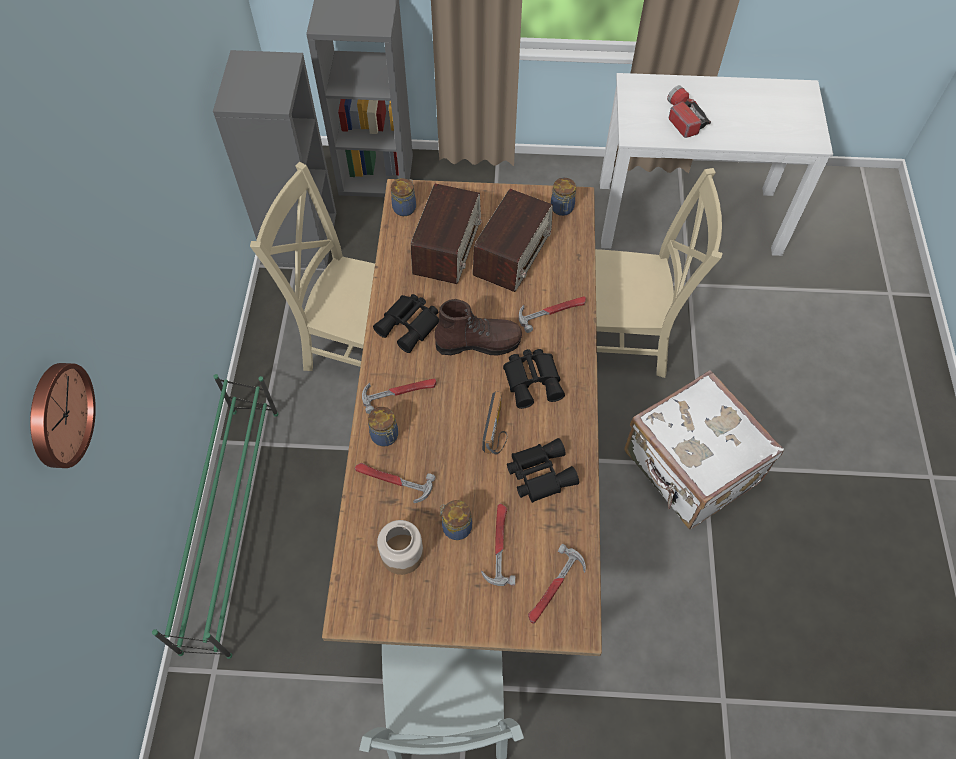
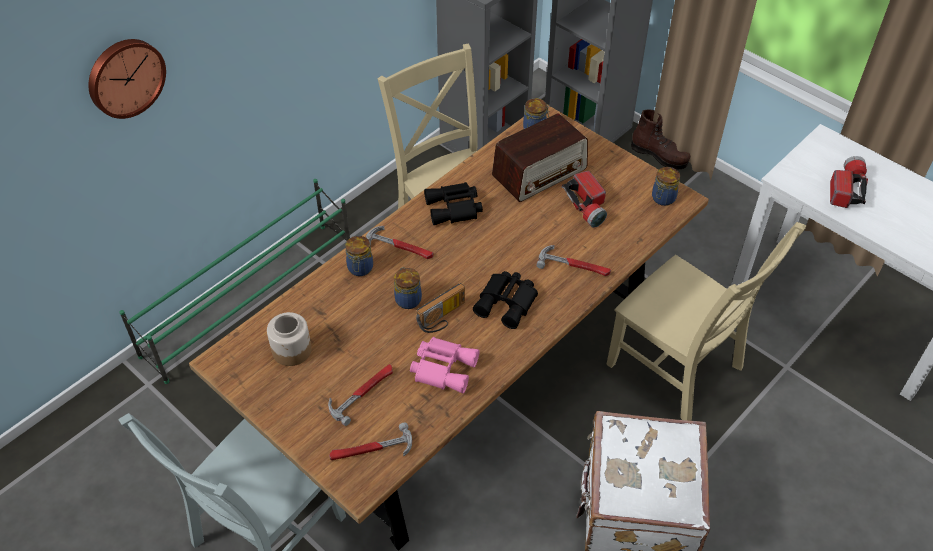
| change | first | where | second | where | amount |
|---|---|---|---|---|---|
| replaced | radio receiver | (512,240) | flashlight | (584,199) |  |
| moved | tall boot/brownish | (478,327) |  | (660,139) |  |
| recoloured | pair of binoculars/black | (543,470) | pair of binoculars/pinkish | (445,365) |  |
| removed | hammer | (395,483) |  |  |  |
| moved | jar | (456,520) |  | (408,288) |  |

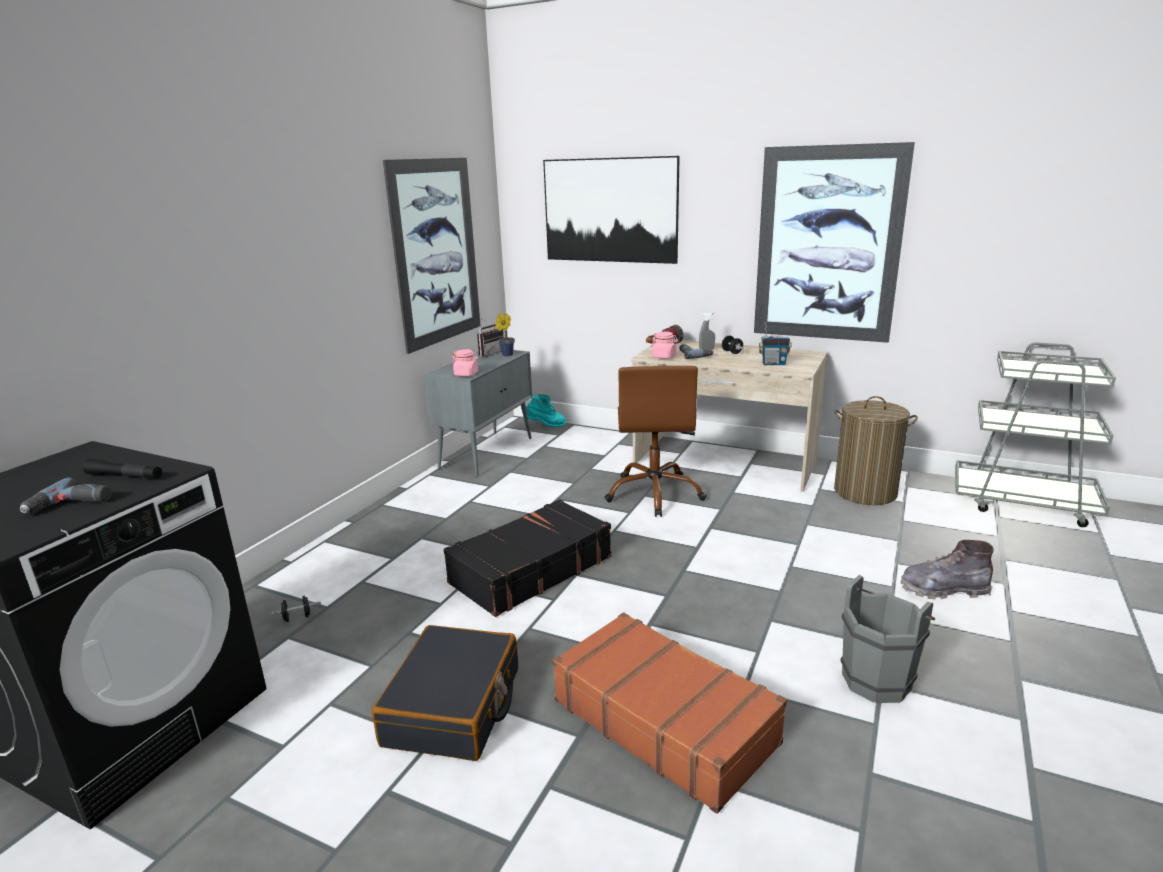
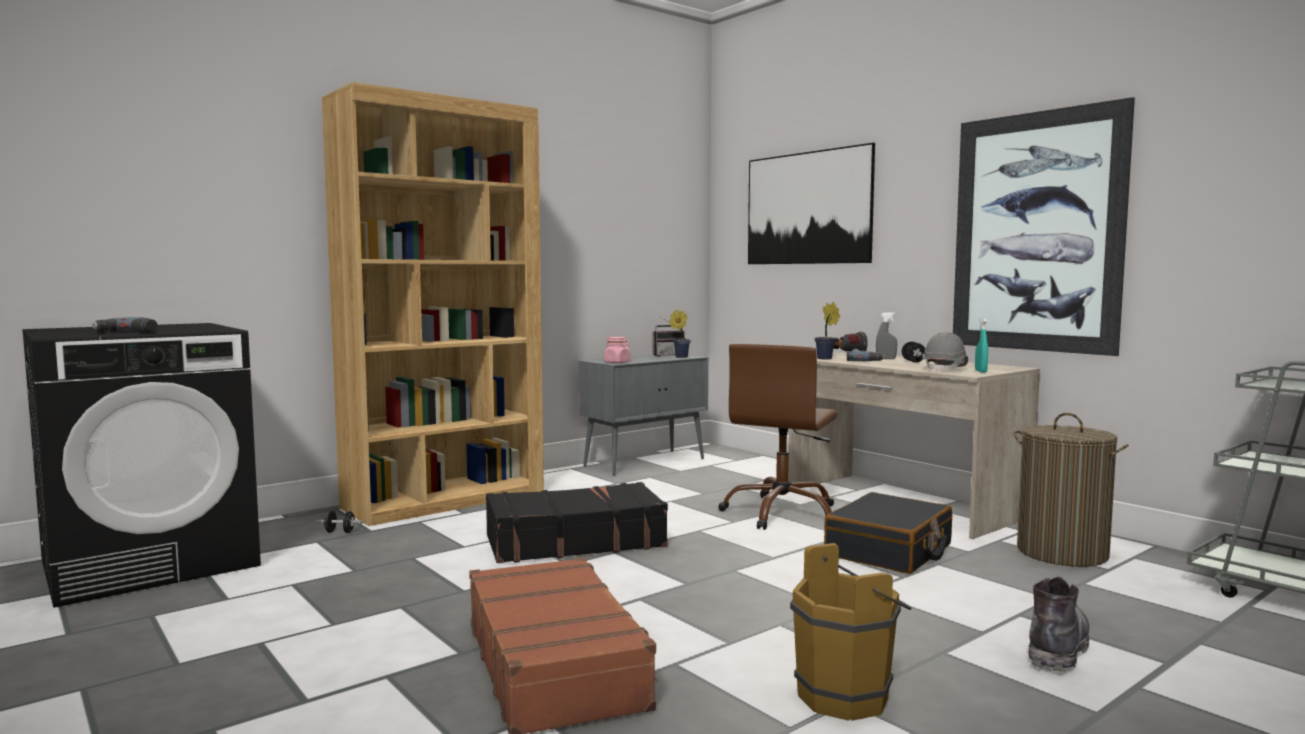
| change | first | where | second | where | amount |
|---|---|---|---|---|---|
| removed | wall picture | (432,256) |  |  |  |
| replaced | radio receiver | (775,343) | hard hat/greyish | (945,352) |  |
| replaced | jar/pinkish | (664,345) | plant in a pot | (827,330) |  |
| removed | tall boot/turquoise | (546,410) |  |  |  |
| removed | flashlight/black | (122,469) |  |  |  |
| turned | tall boot/greyish | (947,570) |  | (1059,624) | 90 degrees clockwise |
| recoloured | bucket/greyish | (887,639) | bucket/brownish | (851,632) |  |
| moved | travel case/black | (445,693) |  | (888,533) |  |
| added |  |  | shelving unit/brownish | (433,304) |  |
| added |  |  | spray bottle/turquoise | (981,345) |  |

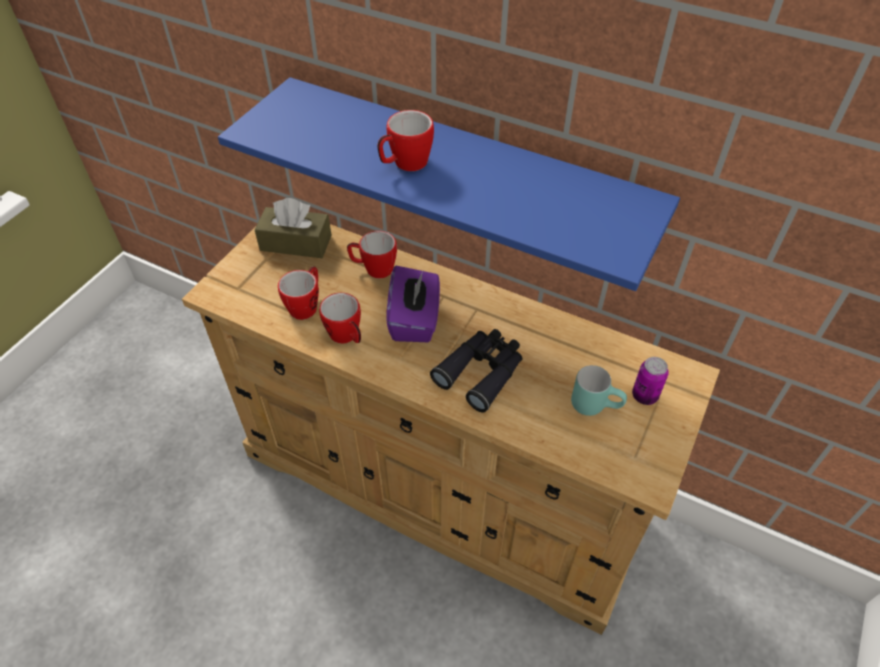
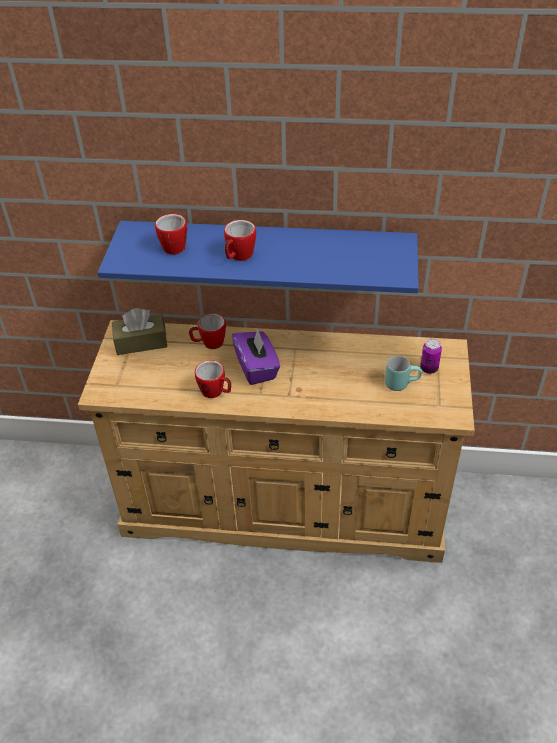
| change | first | where | second | where | amount |
|---|---|---|---|---|---|
| moved | coffee mug | (298,293) |  | (171,233) |  |
| removed | pair of binoculars/black | (476,371) |  |  |  |

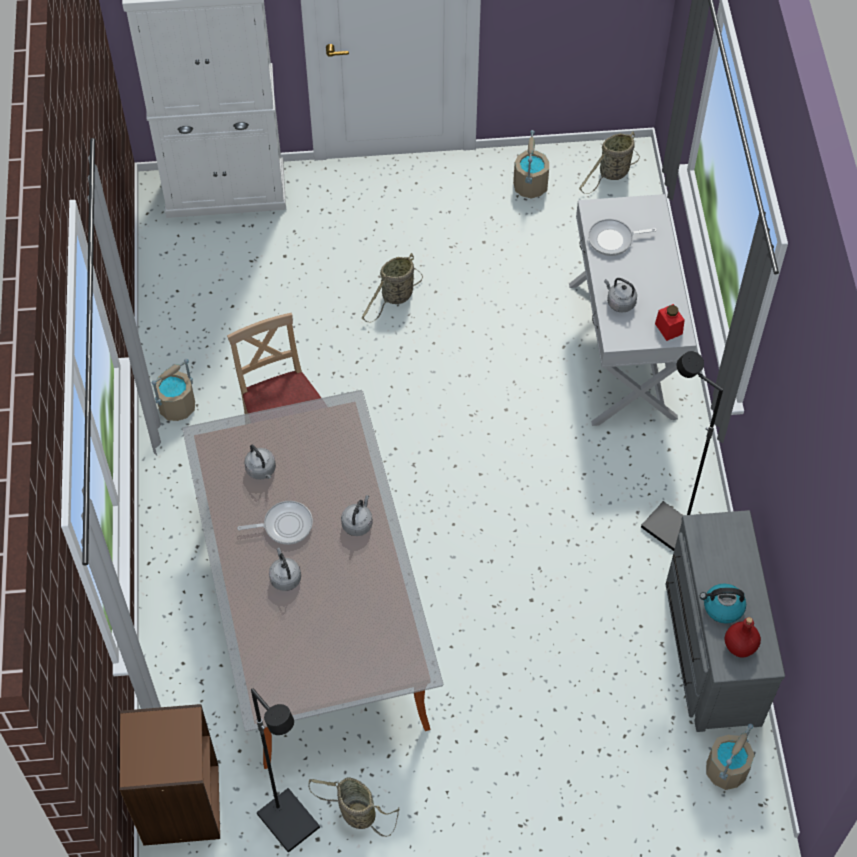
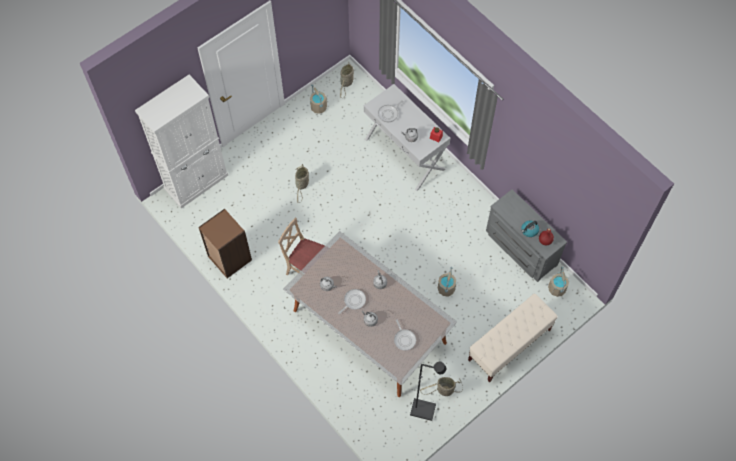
| change | first | where | second | where | amount |
|---|---|---|---|---|---|
| removed | floor lamp/black | (682,451) |  |  |  |
| moved | bucket/beige | (173,390) |  | (447,282) |  |
| moved | shelving unit/brownish | (170,775) |  | (225,243) |  |
| added |  |  | indoor bench/beige | (512,338) |  |
| added |  |  | skillet | (405,335) |  |

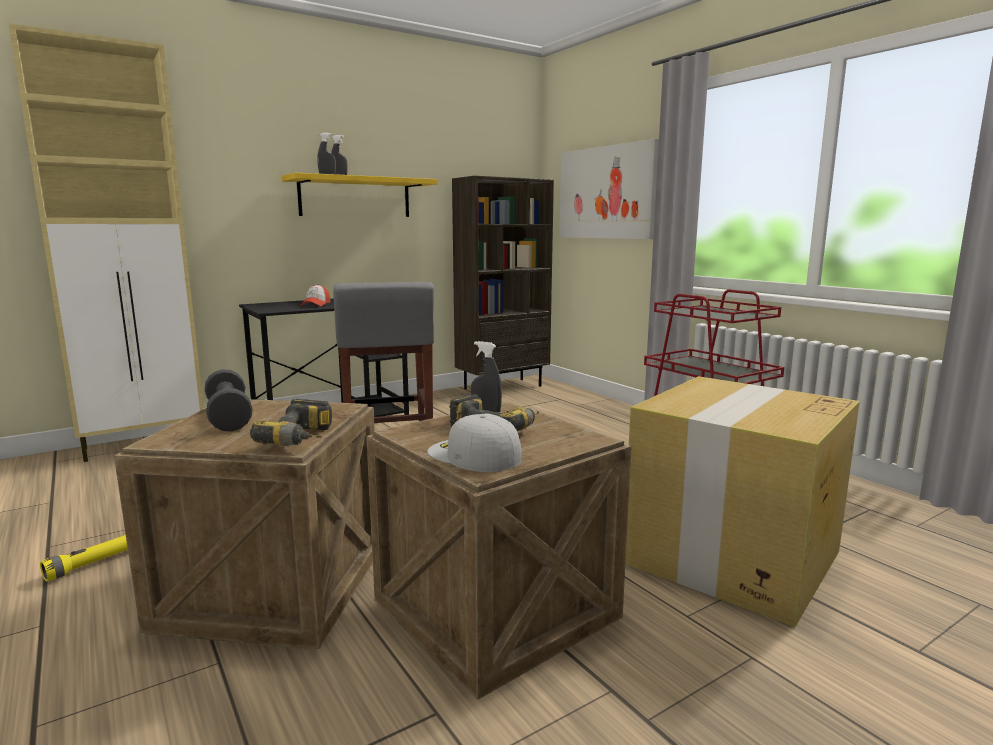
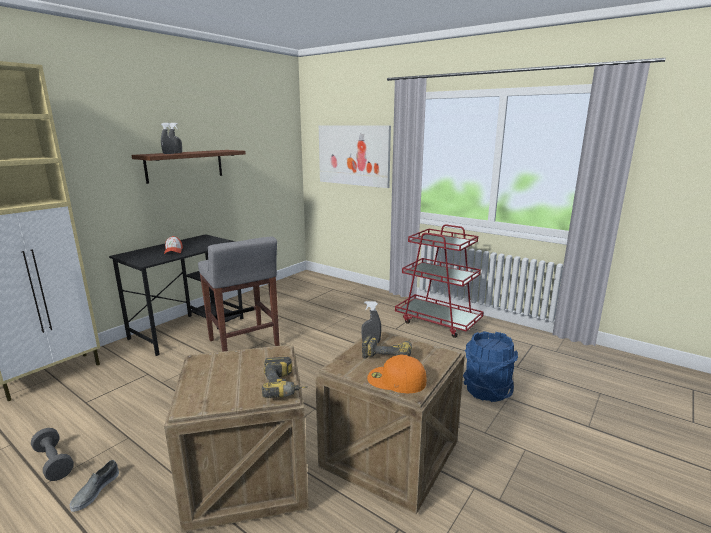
| change | first | where | second | where | amount |
|---|---|---|---|---|---|
| recoloured | shelf/yellowish | (360,195) | shelf/brownish | (188,167) |  |
| removed | shelving unit/brownish | (503,282) |  |  |  |
| moved | free weight/greyish | (229,400) |  | (52,454) |  |
| replaced | packing box | (742,501) | bucket/blue | (490,366) |  |
| recoloured | baseball cap/white-coloured | (474,442) | baseball cap/orangey | (396,374) |  |
| replaced | flashlight/yellowish | (84,558) | item of footwear/greyish | (94,486) |  |

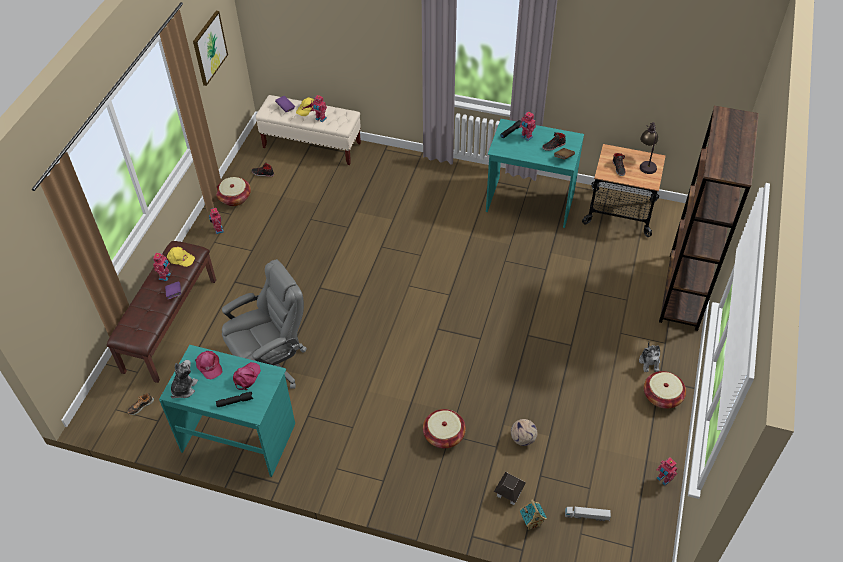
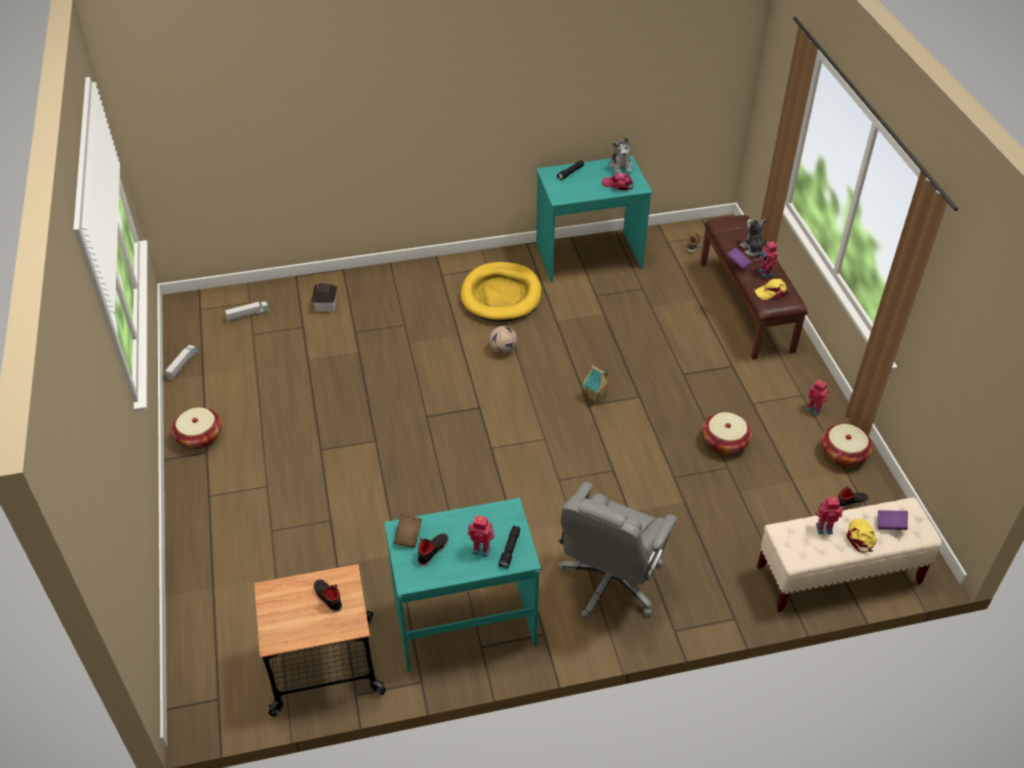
| change | first | where | second | where | amount |
|---|---|---|---|---|---|
| removed | wall picture | (210,48) |  |  |  |
| removed | shelving unit/brownish | (709,218) |  |  |  |
| removed | tabletop lamp | (649,148) |  |  |  |
| moved | computer chair/greyish | (264,324) |  | (617,550) |  |
| moved | cuddly toy | (649,357) |  | (753,237) |  |
| removed | baseball cap/pinkish | (247,376) |  |  |  |
| moved | storage basket | (444,428) |  | (727,433) |  |
| moved | ball for football | (524,432) |  | (503,340) |  |
| replaced | toy robot | (667,472) | toy lorry | (181,362) |  |
| moved | model house | (533,515) |  | (597,384) |  |
| added |  |  | pet bed/yellowish | (501,292) |  |

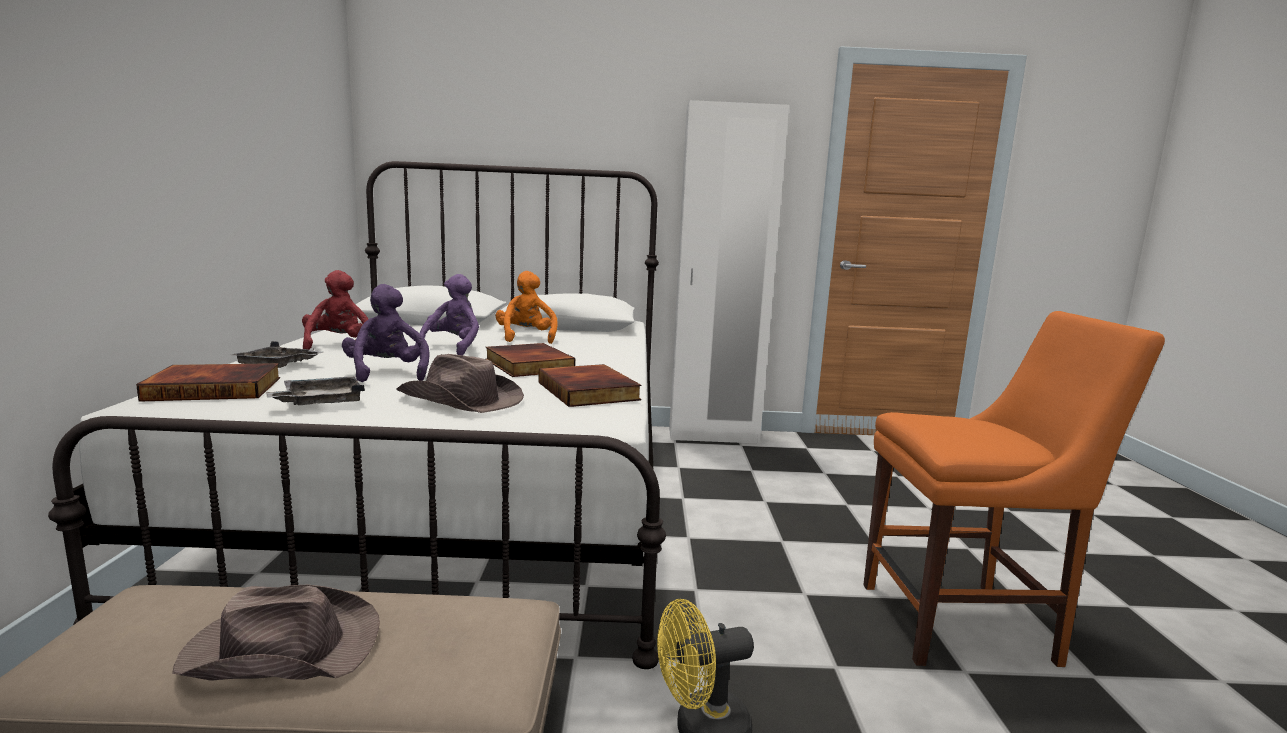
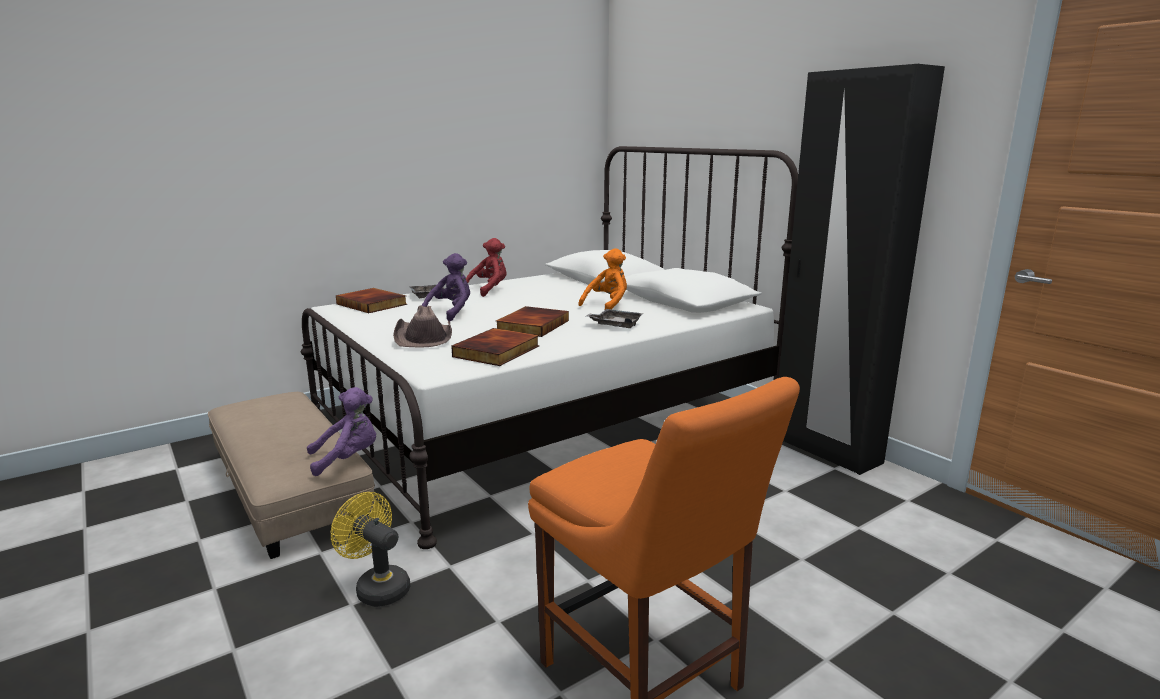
| change | first | where | second | where | amount |
|---|---|---|---|---|---|
| recoloured | armoire/white-coloured | (729,272) | armoire/black | (862,269) |  |
| moved | cuddly toy/purple-coloured | (447,315) |  | (341,431) |  |
| moved | carrying tray/greyish | (315,391) |  | (614,318) |  |
| removed | hat/brownish | (276,633) |  |  |  |

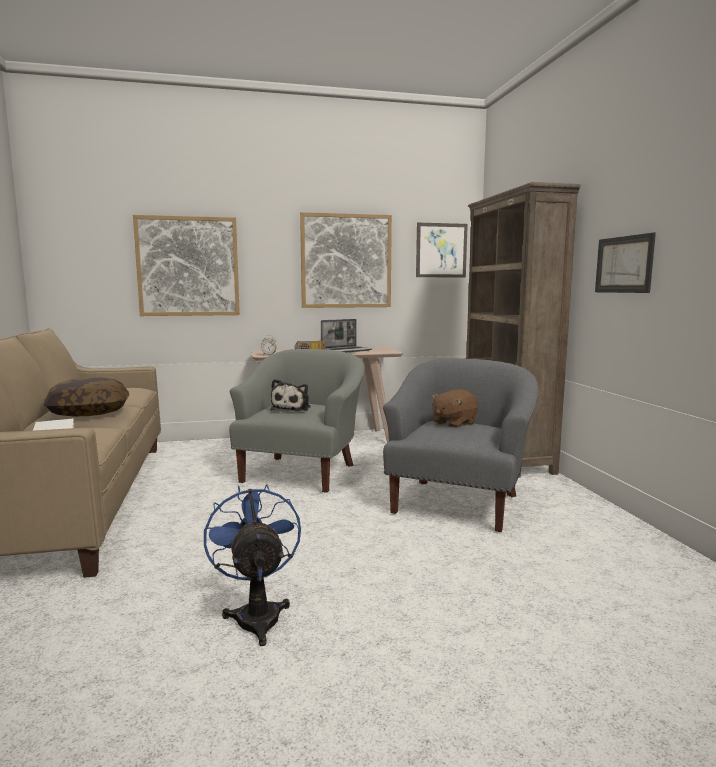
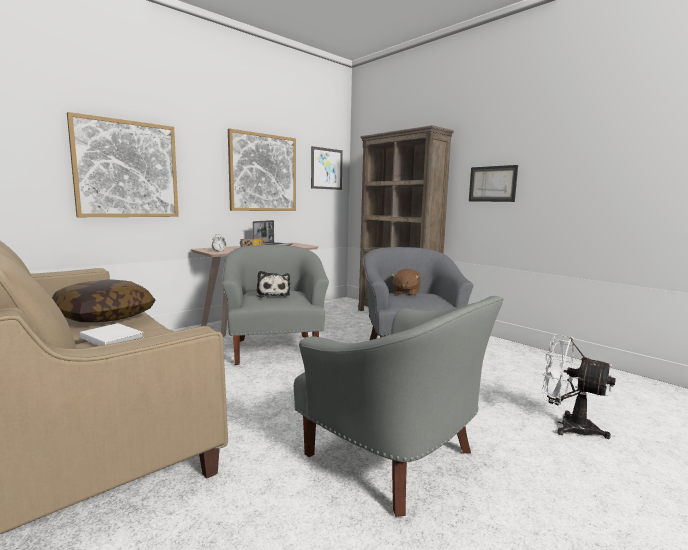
| change | first | where | second | where | amount |
|---|---|---|---|---|---|
| replaced | fan/blue | (252,565) | easy chair/greyish | (399,406) |  |
| added |  |  | fan/white-coloured | (578,386) |  |

